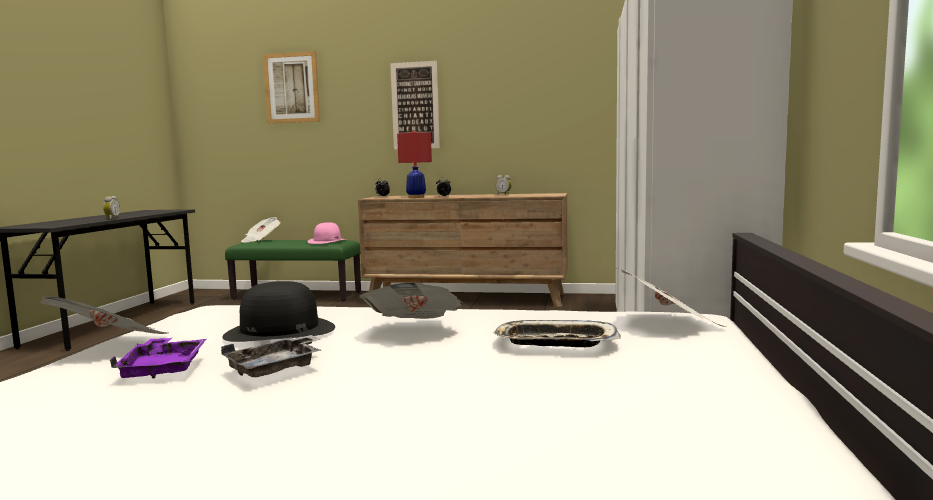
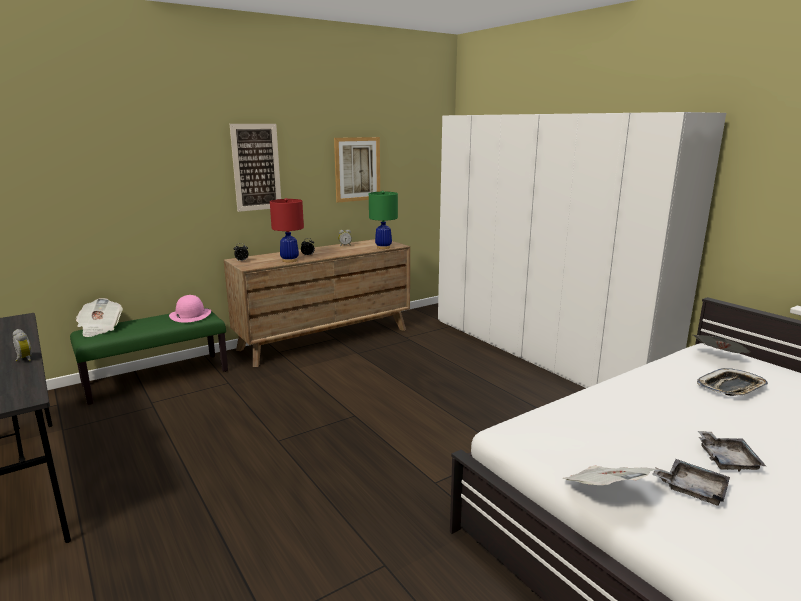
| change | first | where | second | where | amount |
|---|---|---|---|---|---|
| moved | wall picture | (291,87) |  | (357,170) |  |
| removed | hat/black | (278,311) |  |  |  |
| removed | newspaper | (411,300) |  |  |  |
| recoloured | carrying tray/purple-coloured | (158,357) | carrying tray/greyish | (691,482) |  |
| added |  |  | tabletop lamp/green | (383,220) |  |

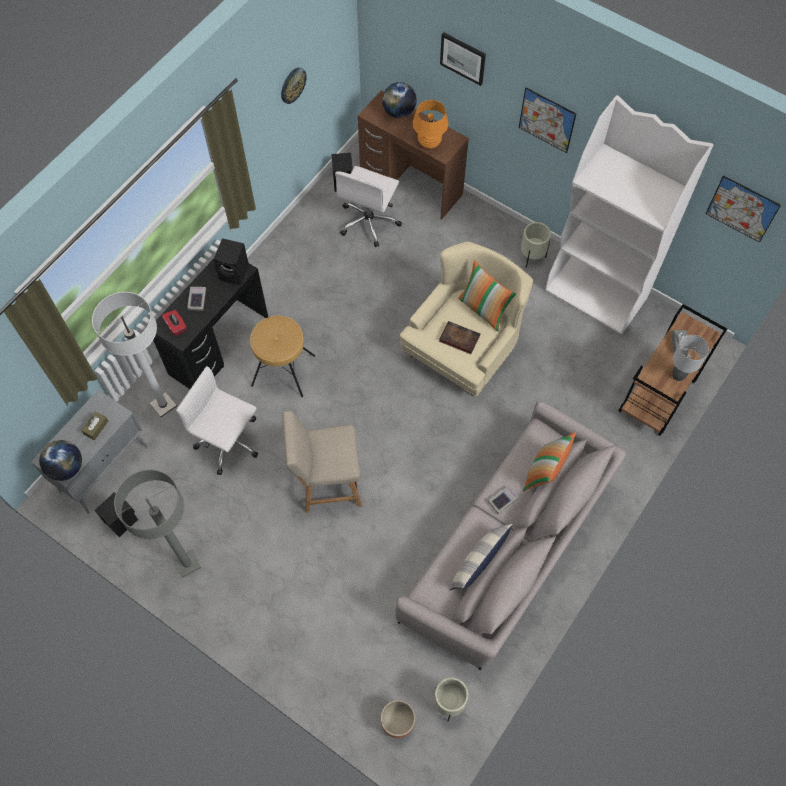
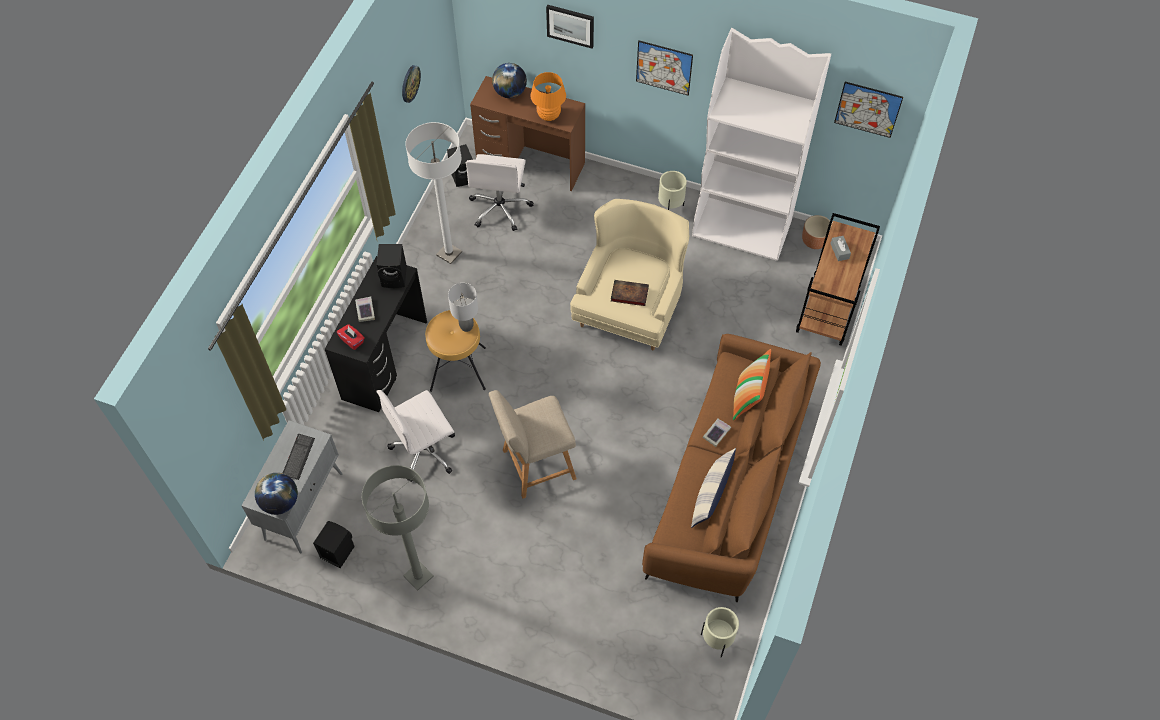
| change | first | where | second | where | amount |
|---|---|---|---|---|---|
| removed | cushion | (487,296) |  |  |  |
| moved | floor lamp/white-coloured | (134,354) |  | (433,193) |  |
| moved | tabletop lamp/greyish | (690,358) |  | (463,307) |  |
| turned | computer chair/white-coloured | (217,420) |  | (415,436) | 45 degrees counterclockwise |
| recoloured | settee/greyish | (510,536) | settee/brownish | (731,468) |  |
| replaced | tissue box/brownish | (94,425) | keyboard | (299,457) |  |
| moved | planter/brownish | (397,719) |  | (817,232) |  |

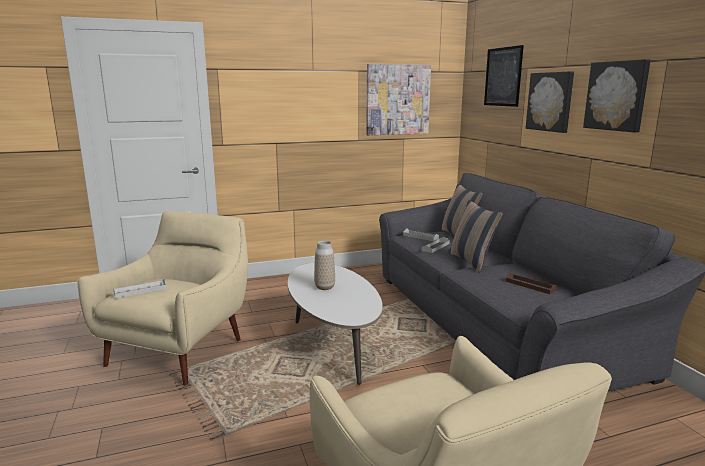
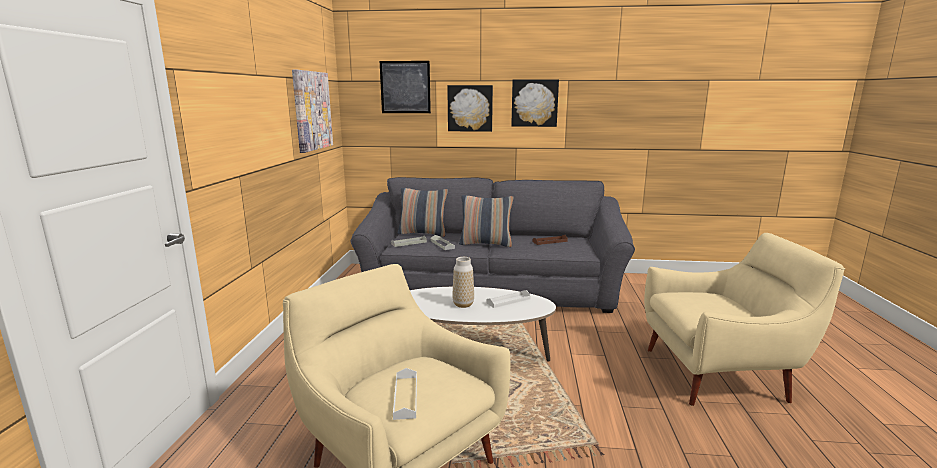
| change | first | where | second | where | amount |
|---|---|---|---|---|---|
| added |  |  | carrying tray/white-coloured | (509,299) |  |

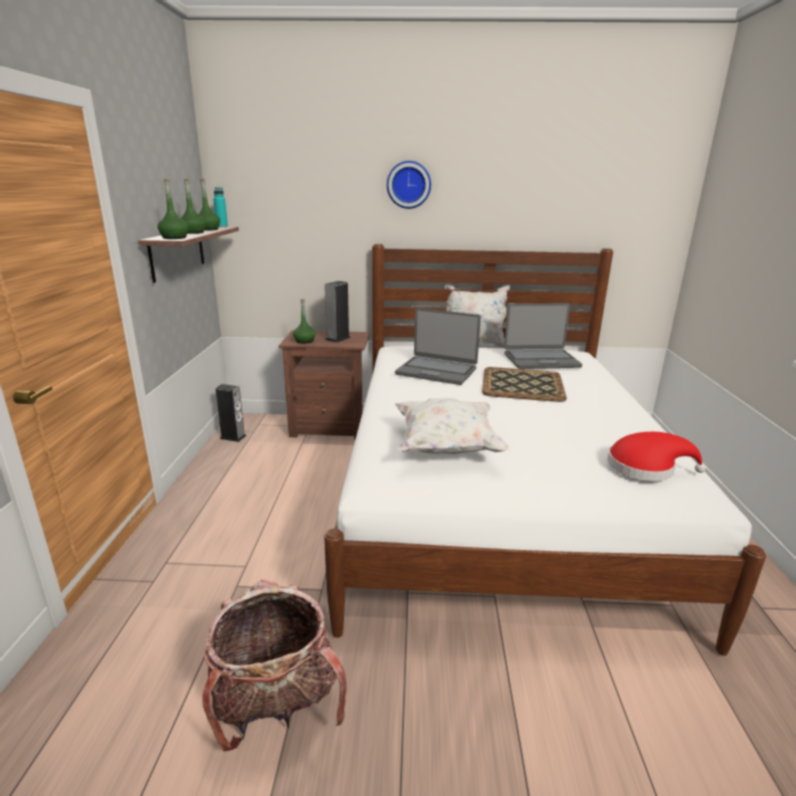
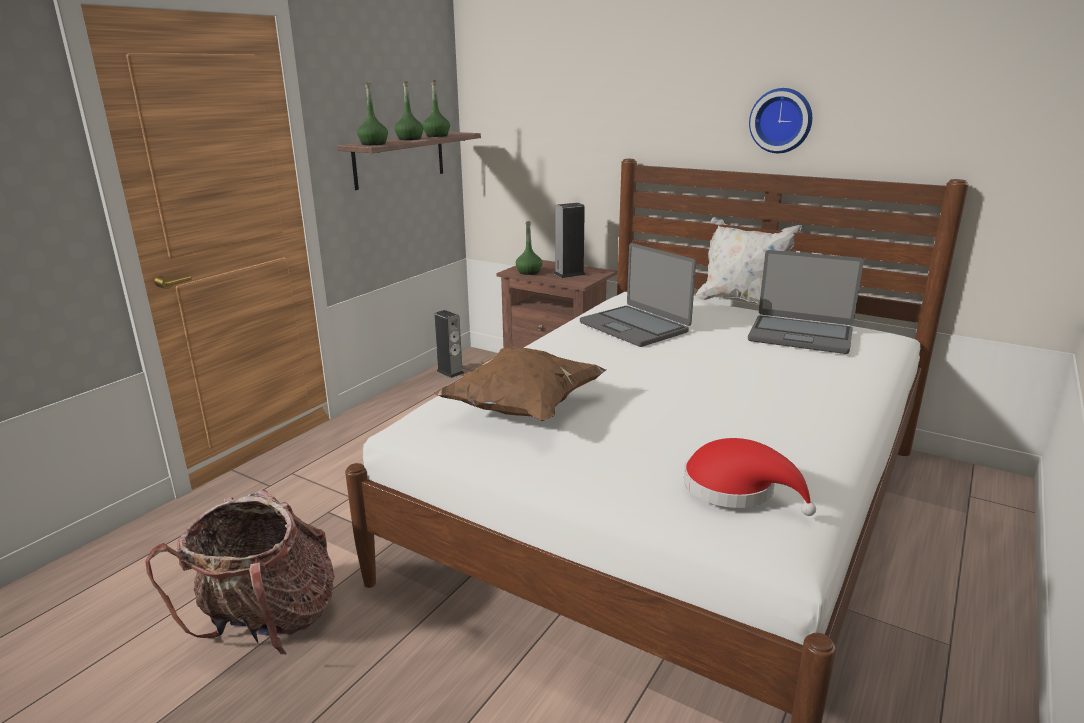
| change | first | where | second | where | amount |
|---|---|---|---|---|---|
| moved | wall clock | (409,185) |  | (780,120) |  |
| removed | bottle/turquoise | (220,207) |  |  |  |
| removed | carrying tray | (524,384) |  |  |  |
| recoloured | cushion/white-coloured | (451,426) | cushion/brownish | (520,384) |  |

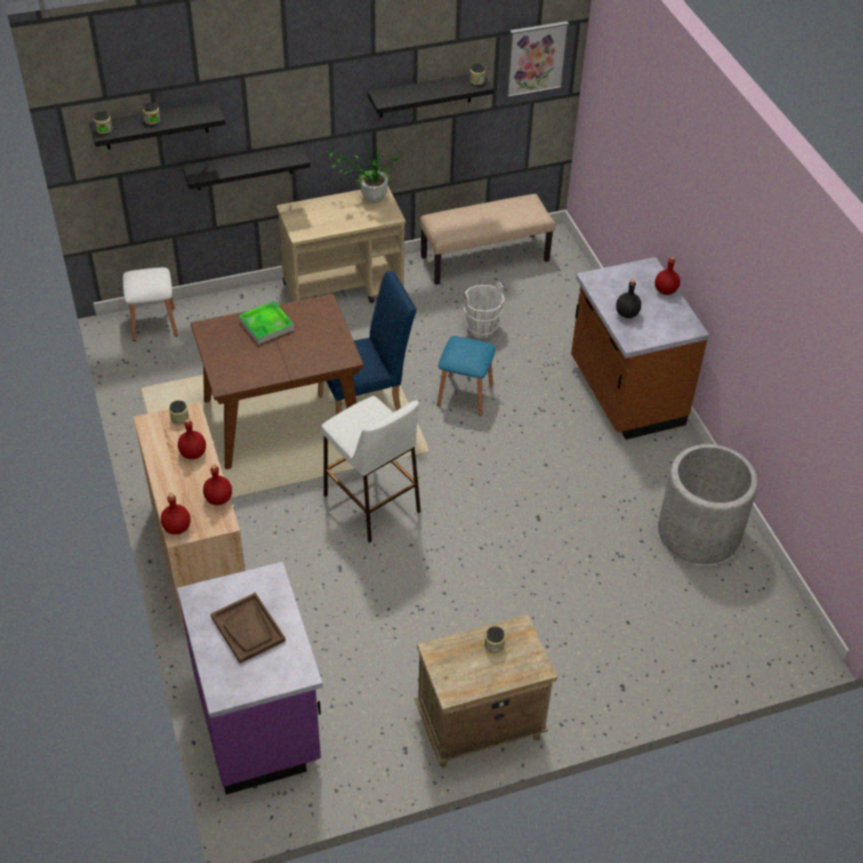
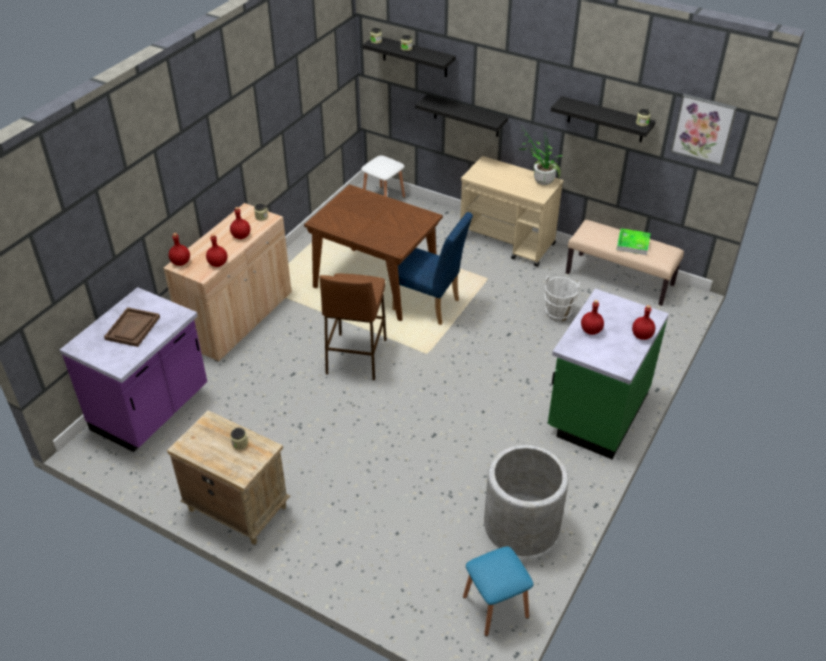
| change | first | where | second | where | amount |
|---|---|---|---|---|---|
| recoloured | kitchen base unit/brownish | (640,348) | kitchen base unit/green | (608,374) |  |
| recoloured | bottle/black | (628,298) | bottle/red | (592,317) |  |
| moved | carrying tray | (266,323) |  | (634,241) |  |
| moved | stool/blue | (466,376) |  | (498,591) |  |
| recoloured | stool/white-coloured | (371,469) | stool/brownish | (353,326) |  |

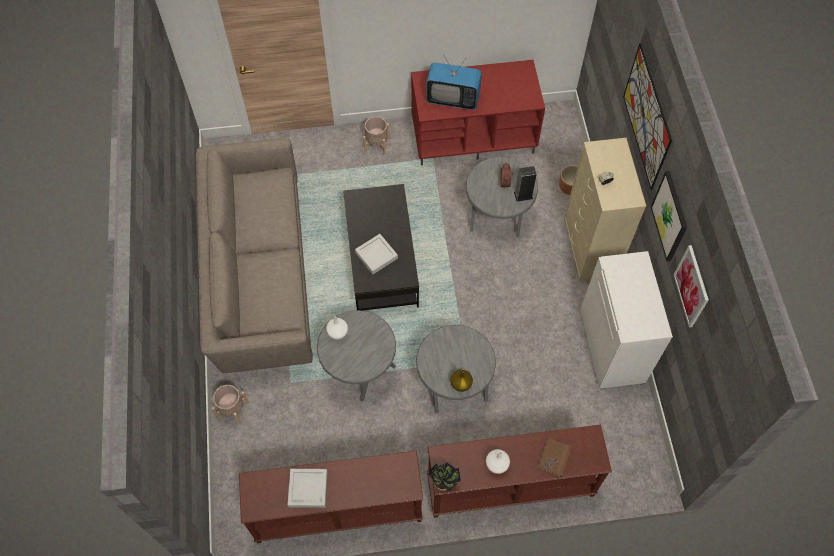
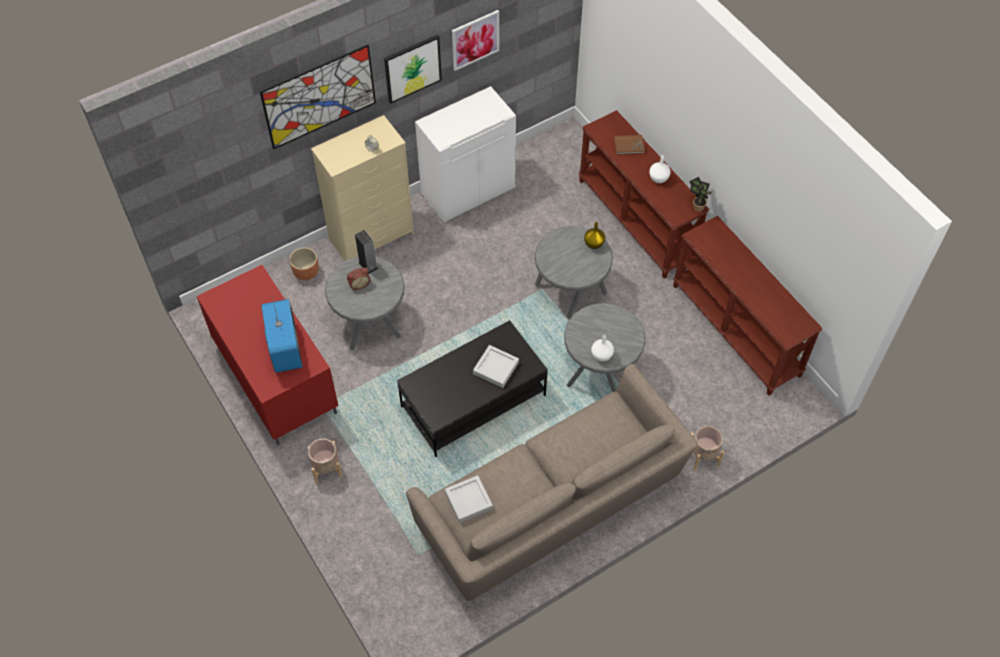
| change | first | where | second | where | amount |
|---|---|---|---|---|---|
| moved | carrying tray/greyish | (307,488) |  | (469,499) |  |

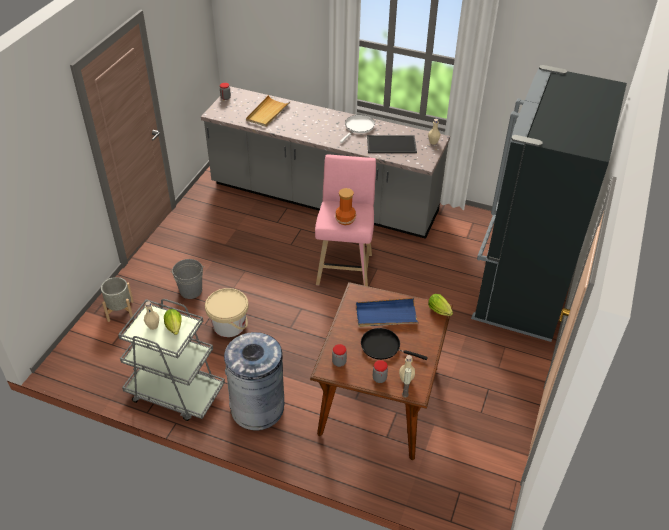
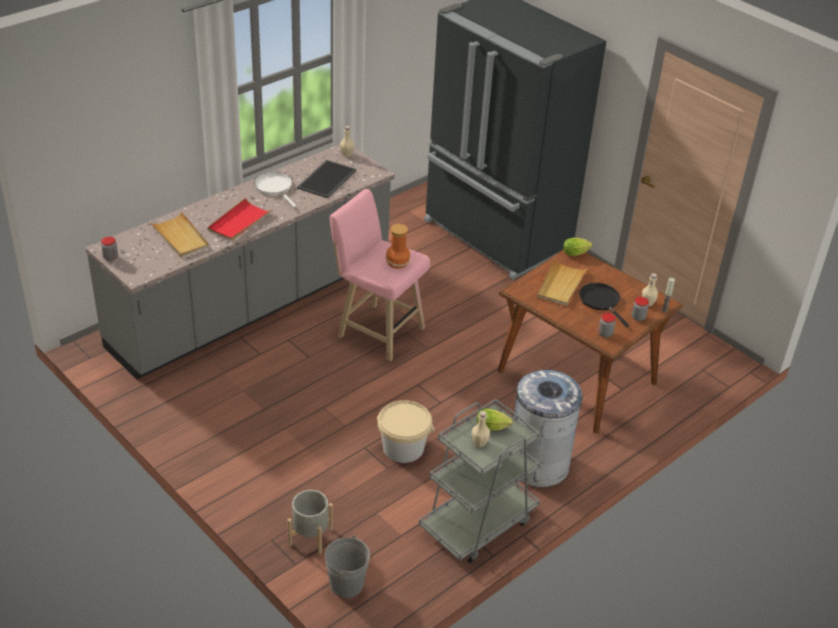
| change | first | where | second | where | amount |
|---|---|---|---|---|---|
| moved | bucket/greyish | (187,279) |  | (347,566) |  |
| recoloured | carrying tray/blue | (387,312) | carrying tray/beige | (562,282) |  |
| turned | skillet/black | (394,344) |  | (604,305) | 105 degrees clockwise |
| added |  |  | carrying tray/red | (240,219) |  |

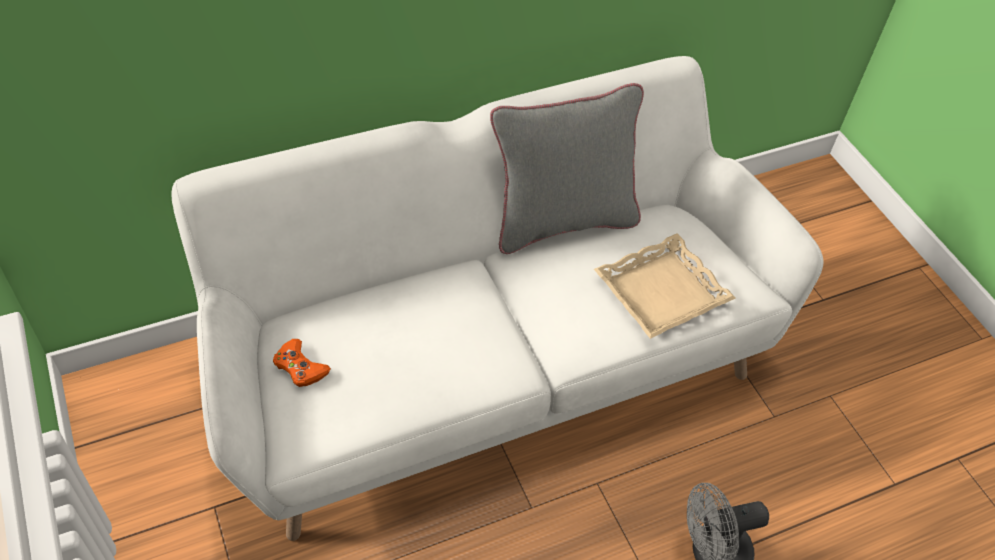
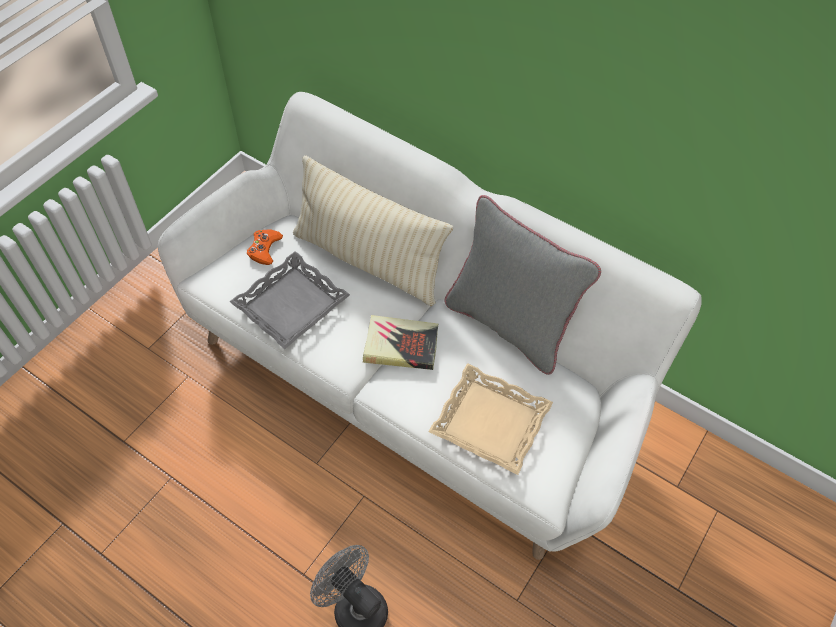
| change | first | where | second | where | amount |
|---|---|---|---|---|---|
| added |  |  | cushion/beige | (373,230) |  |
| added |  |  | carrying tray/greyish | (289,300) |  |
| added |  |  | book | (400,342) |  |

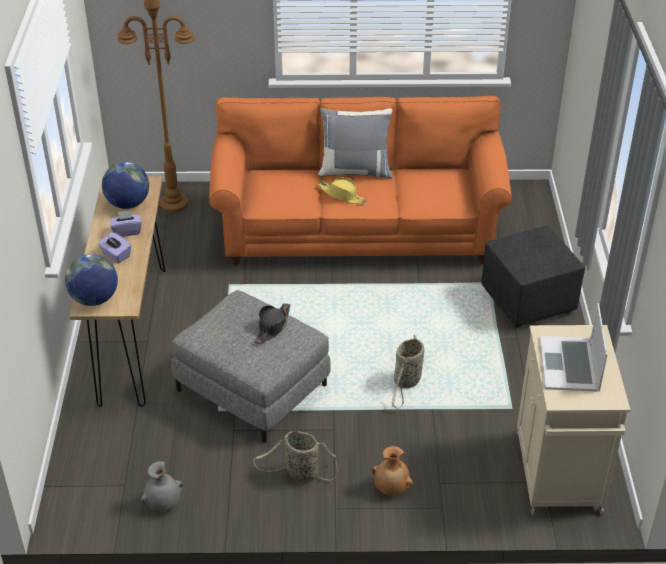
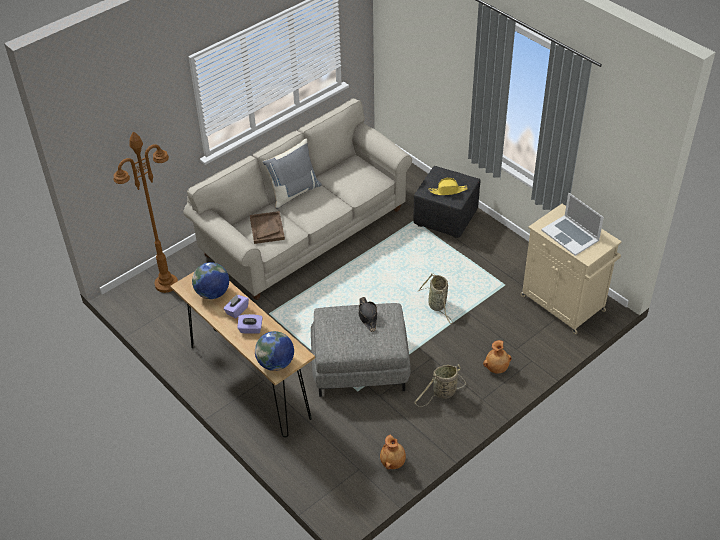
| change | first | where | second | where | amount |
|---|---|---|---|---|---|
| recoloured | settee/orangey | (360,181) | settee/beige | (297,199) |  |
| moved | hat/yellowish | (342,190) |  | (448,186) |  |
| recoloured | vase/greyish | (162,486) | vase/brownish | (393,451) |  |
| added |  |  | carrying tray/brownish | (267,227) |  |

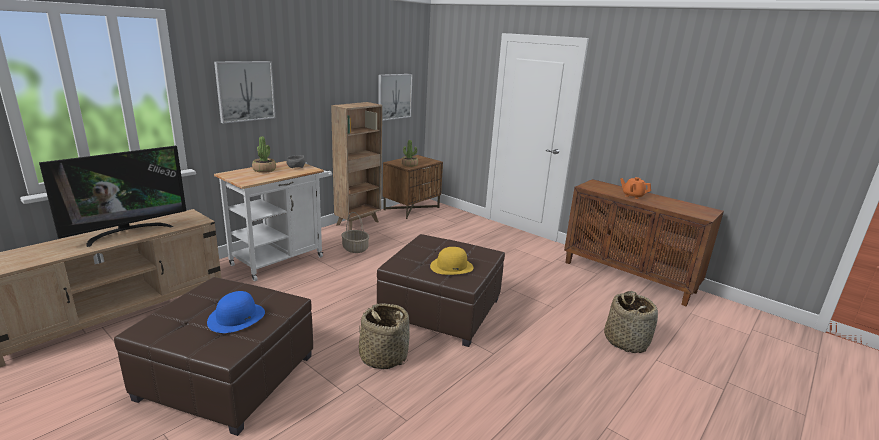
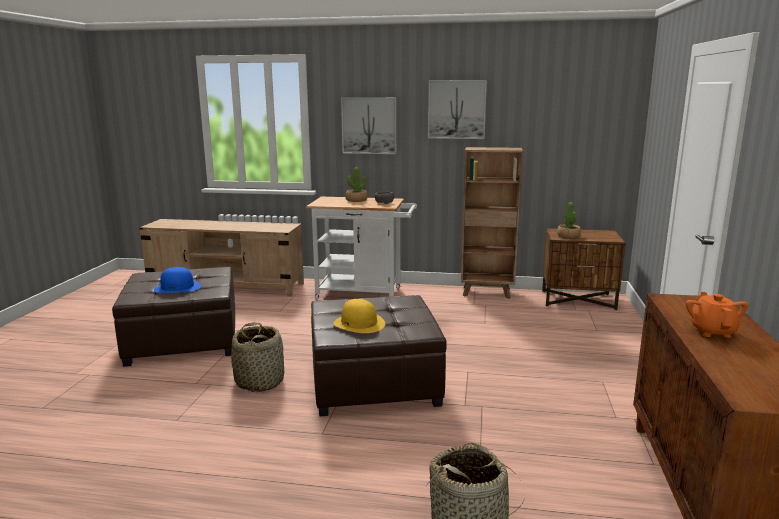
| change | first | where | second | where | amount |
|---|---|---|---|---|---|
| moved | wall picture | (395,97) |  | (457,109) |  |
| removed | TV | (112,196) |  |  |  |
| removed | storage basket | (355,232) |  |  |  |

